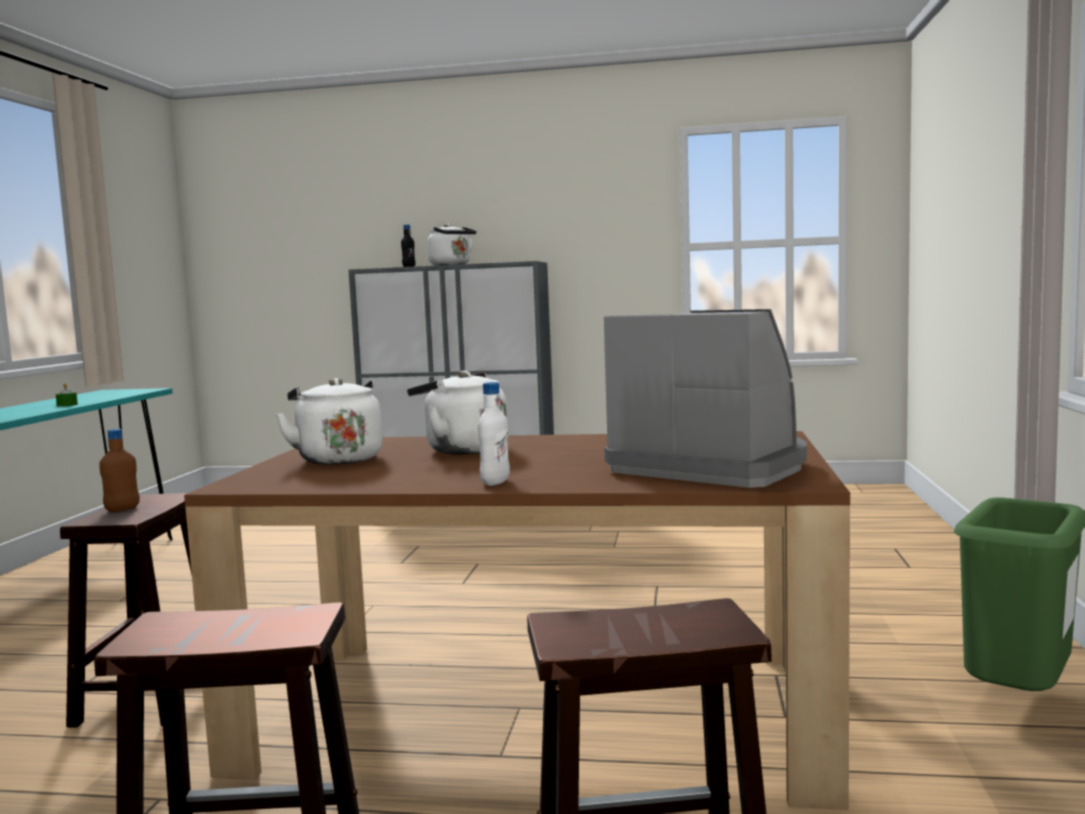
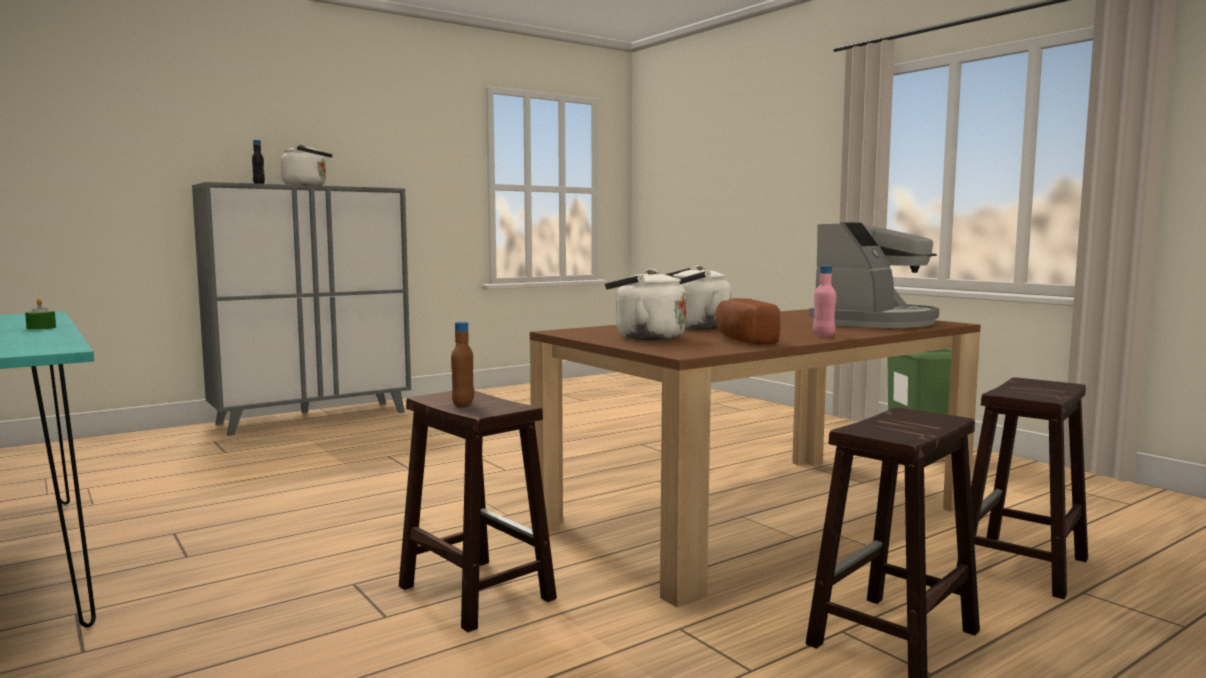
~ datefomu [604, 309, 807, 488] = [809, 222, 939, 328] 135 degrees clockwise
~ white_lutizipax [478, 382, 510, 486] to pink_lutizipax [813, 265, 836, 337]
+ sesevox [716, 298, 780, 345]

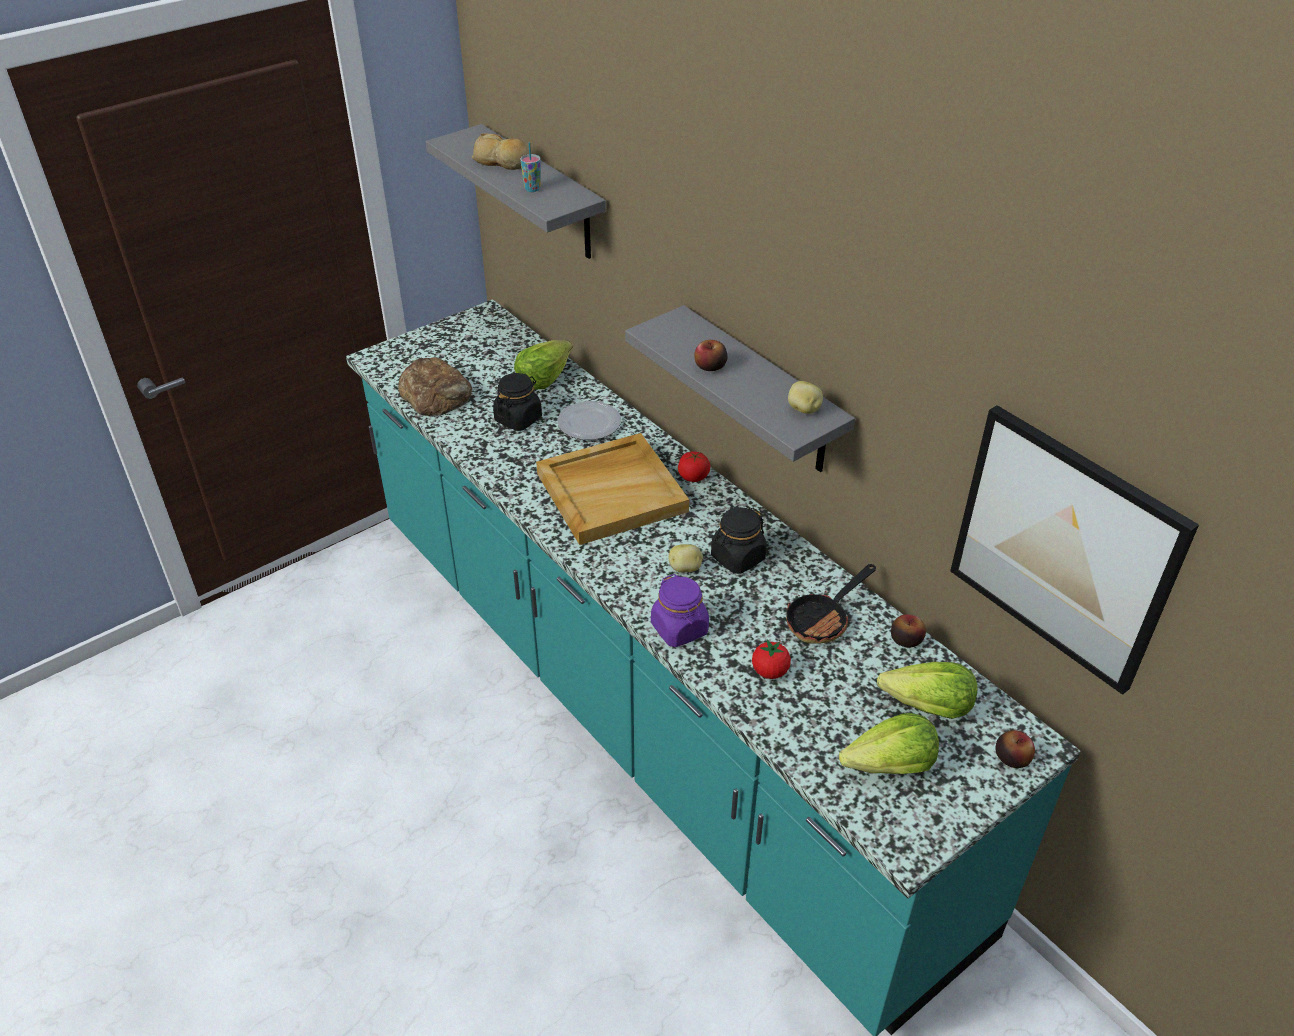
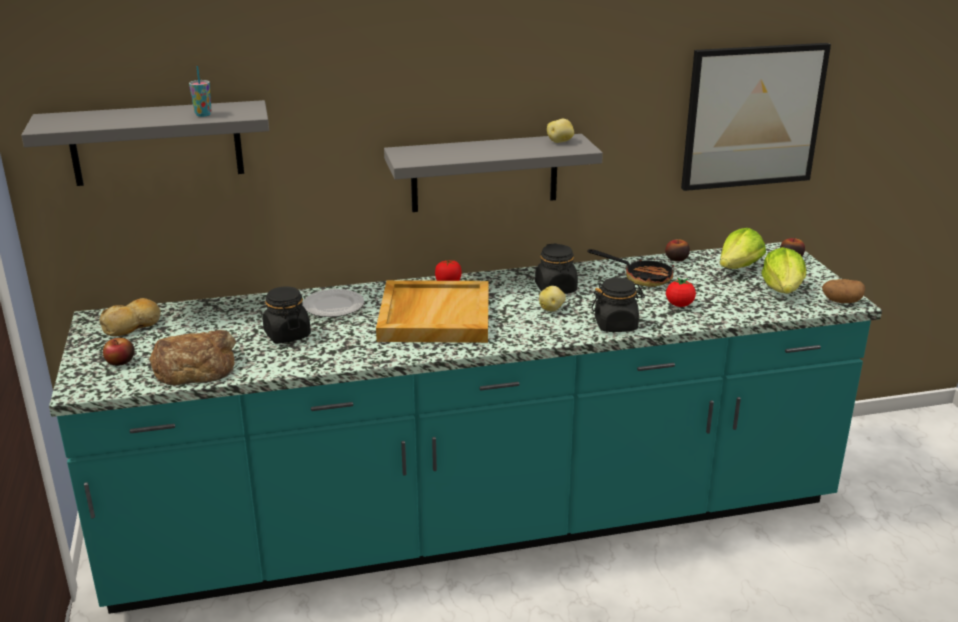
~ sesevox [472, 133, 529, 170] to [100, 298, 161, 336]
- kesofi [514, 340, 573, 390]
~ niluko [694, 340, 728, 371] to [103, 338, 135, 366]
~ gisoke [786, 564, 876, 644] = [587, 249, 674, 287] 45 degrees counterclockwise
~ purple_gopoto [651, 574, 709, 647] to black_gopoto [591, 277, 645, 332]
+ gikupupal [822, 279, 865, 303]

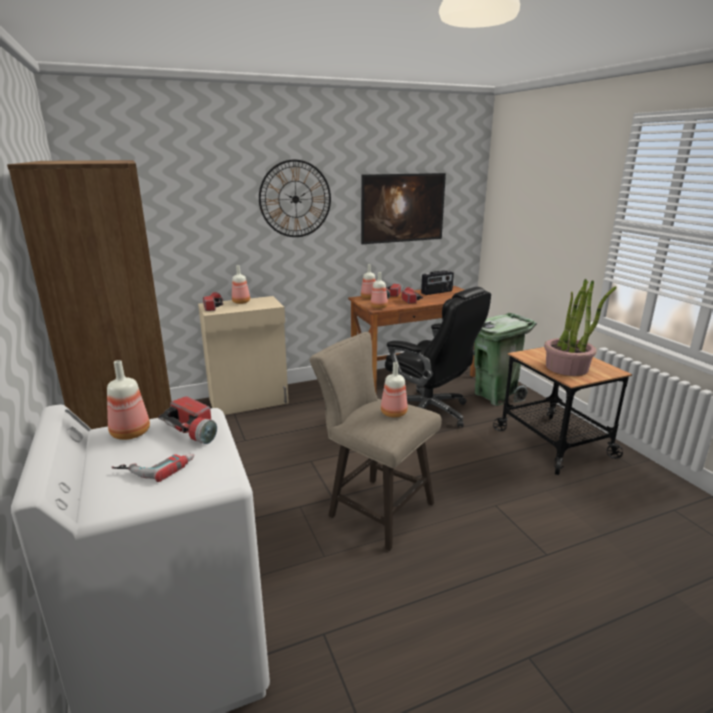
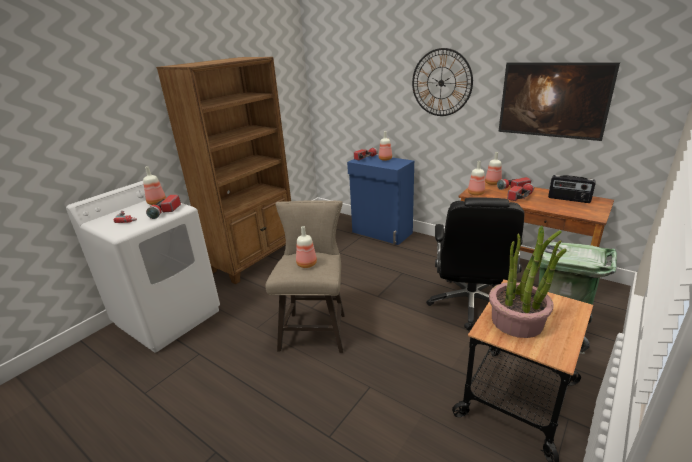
~ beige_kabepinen [198, 296, 289, 415] to blue_kabepinen [347, 155, 414, 245]

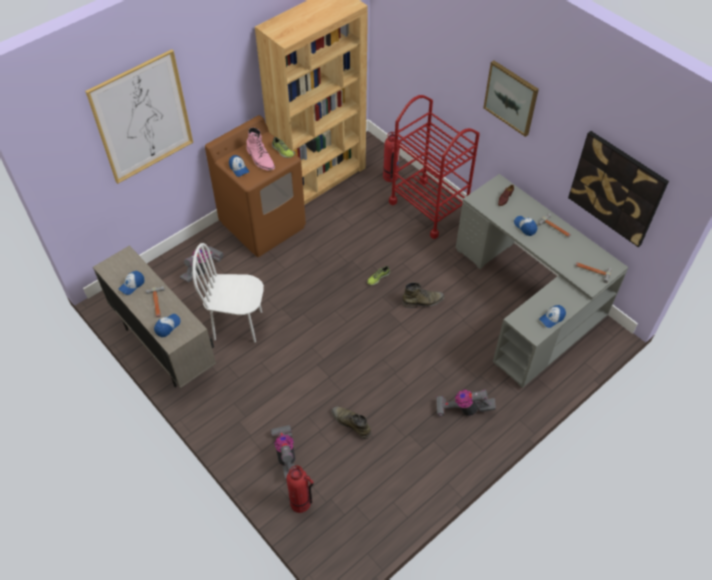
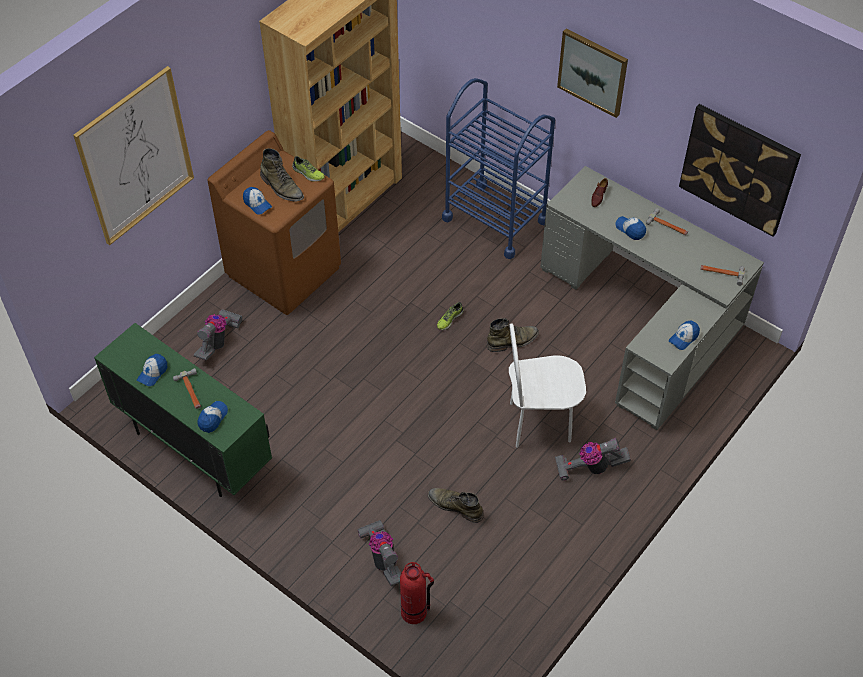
~ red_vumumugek [389, 95, 480, 239] to blue_vumumugek [442, 78, 555, 259]
~ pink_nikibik [246, 127, 275, 171] to green_nikibik [260, 148, 304, 202]
- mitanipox [383, 132, 400, 182]
~ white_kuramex [192, 243, 264, 343] to [509, 323, 586, 448]
~ beige_kabepinen [93, 245, 216, 388] to green_kabepinen [94, 323, 272, 497]

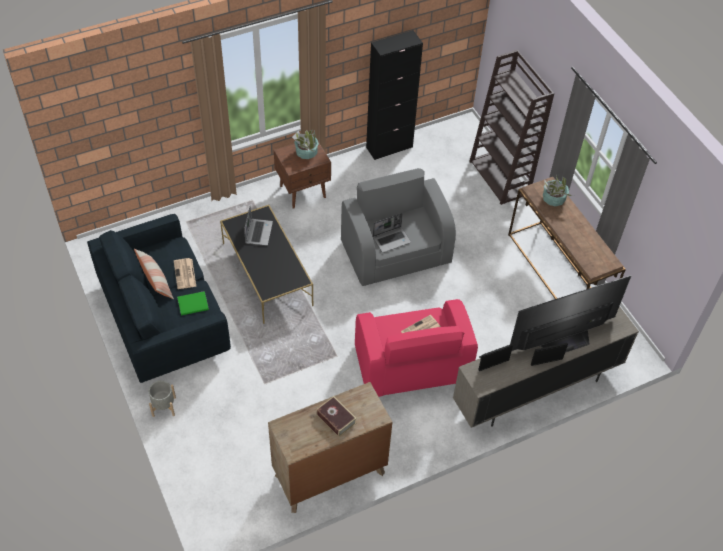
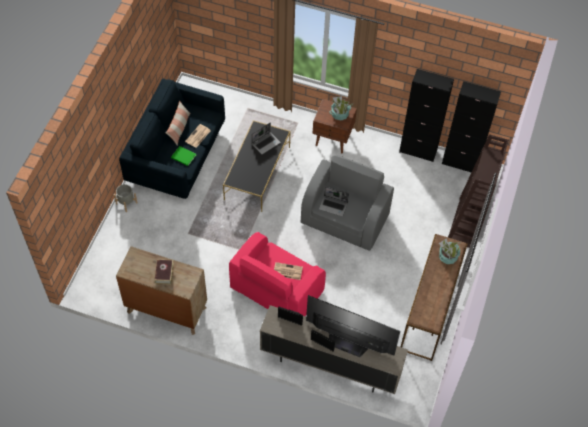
+ black_kabepinen [442, 81, 501, 172]

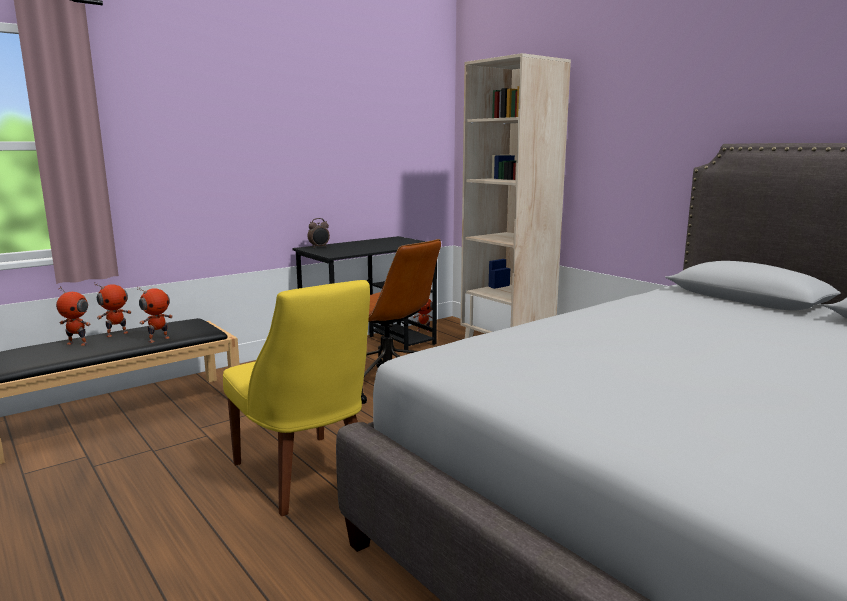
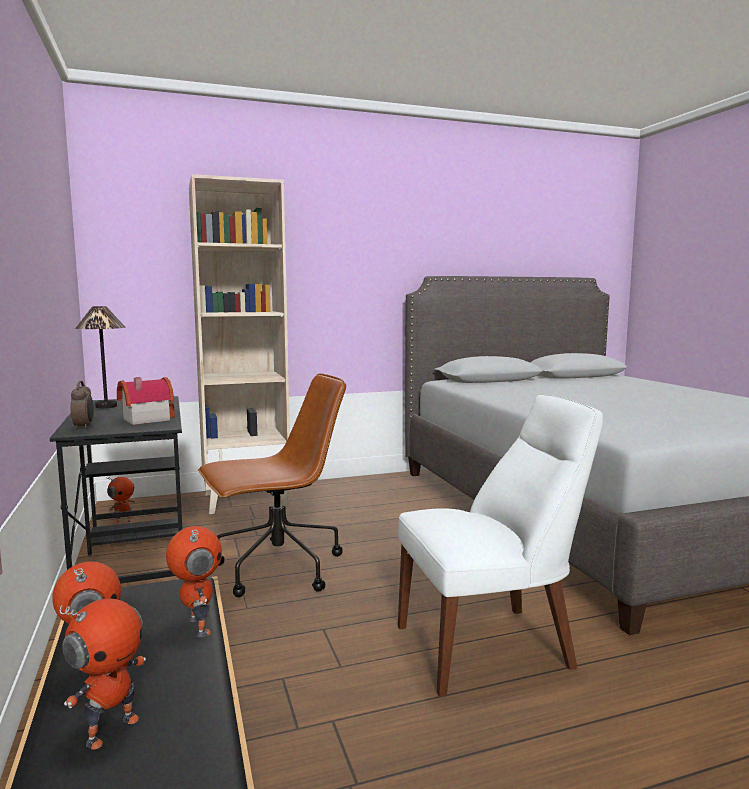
~ yellow_kuramex [223, 280, 370, 516] to white_kuramex [398, 394, 603, 697]
+ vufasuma [75, 306, 126, 408]
+ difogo [117, 377, 175, 425]

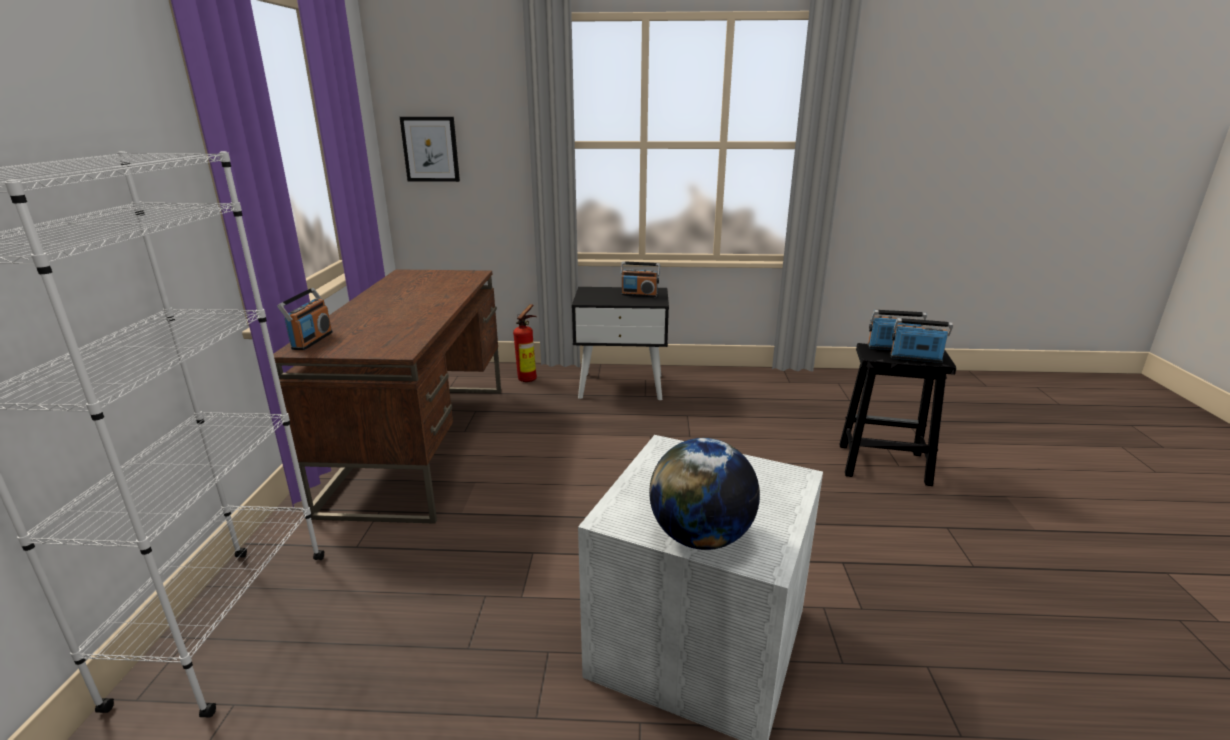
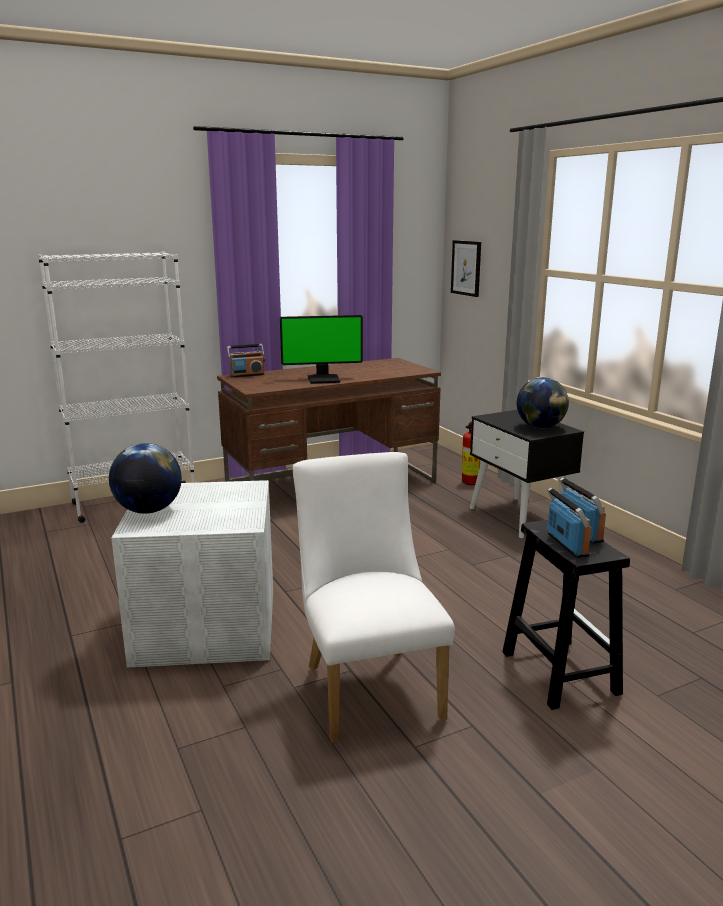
~ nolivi [620, 261, 660, 297] to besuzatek [517, 377, 569, 428]
+ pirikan [280, 315, 363, 384]
+ white_kuramex [293, 452, 455, 743]

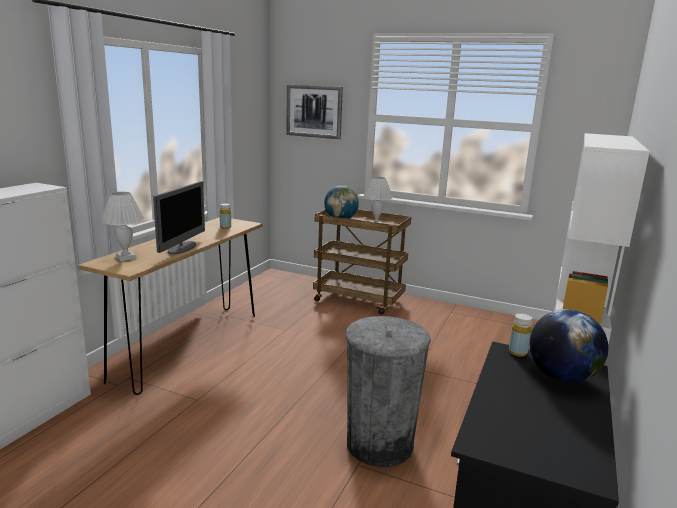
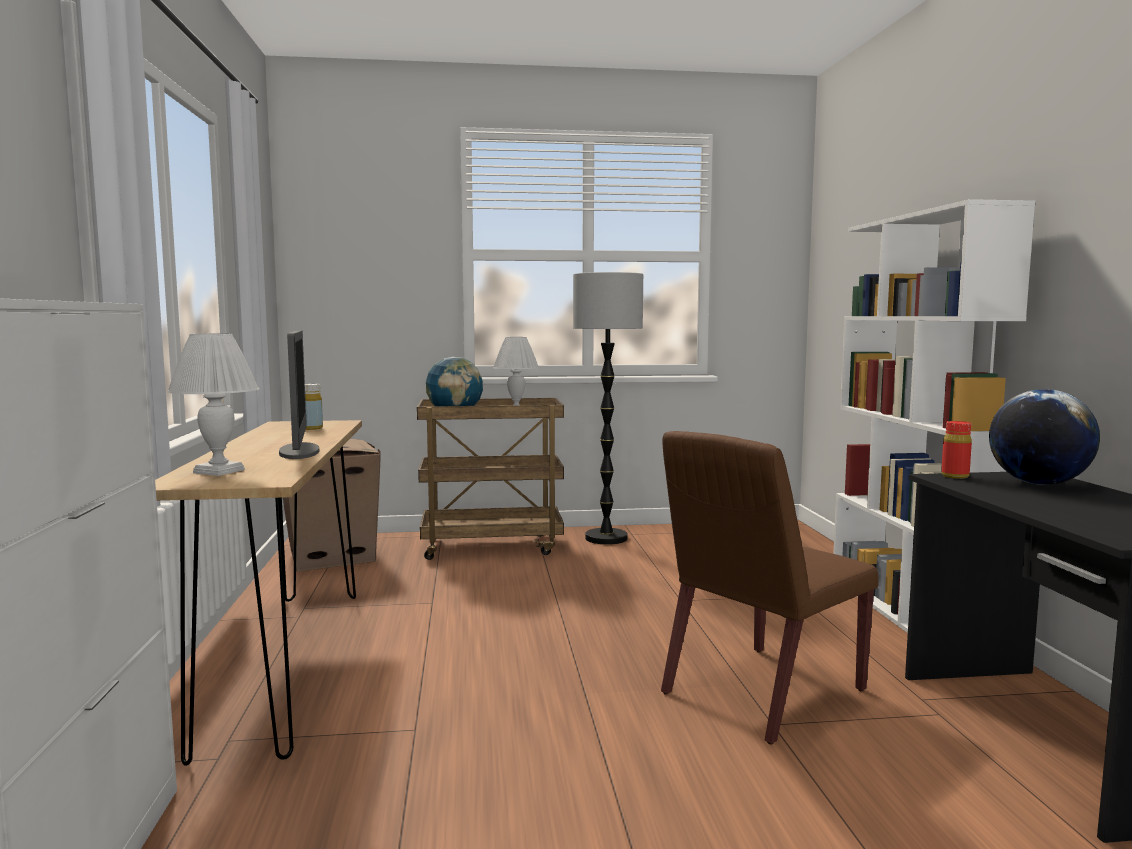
- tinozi [286, 85, 343, 139]
~ yellow_lutizipax [509, 313, 532, 357] to red_lutizipax [941, 421, 972, 479]
~ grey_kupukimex [346, 316, 431, 467] to brown_kuramex [661, 431, 879, 744]
+ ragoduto [573, 272, 643, 544]
+ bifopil [283, 439, 381, 572]

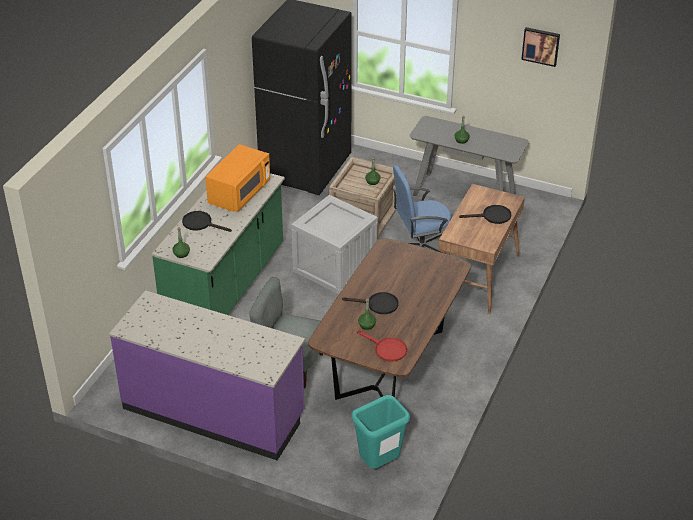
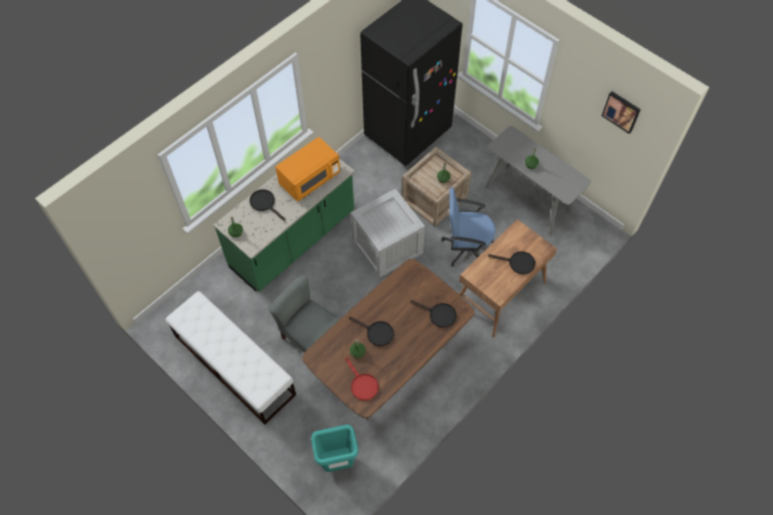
~ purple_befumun [109, 290, 305, 461] to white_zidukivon [166, 291, 296, 424]
+ black_gisoke [410, 300, 456, 328]

